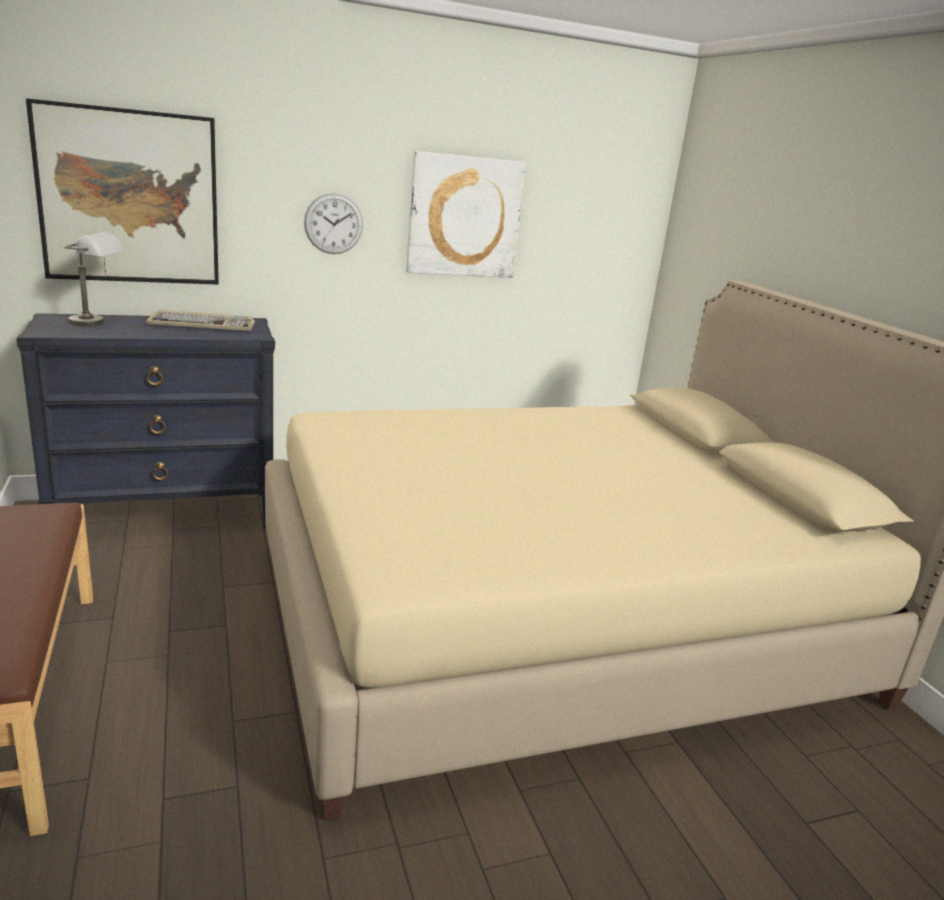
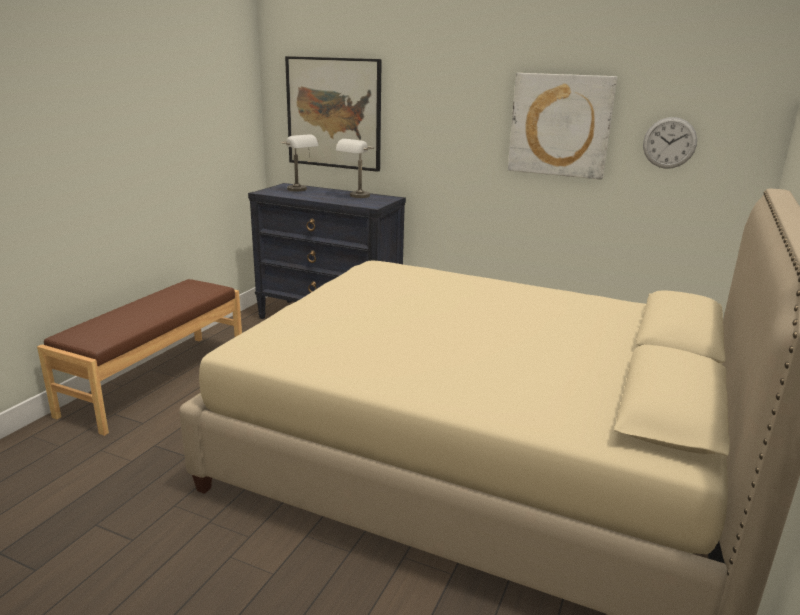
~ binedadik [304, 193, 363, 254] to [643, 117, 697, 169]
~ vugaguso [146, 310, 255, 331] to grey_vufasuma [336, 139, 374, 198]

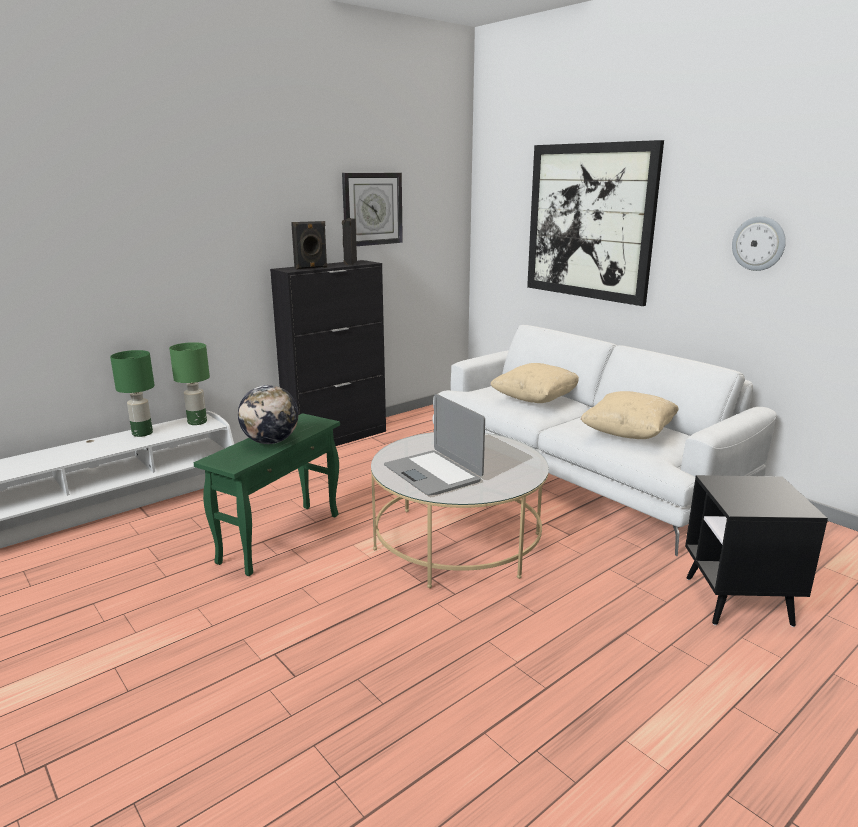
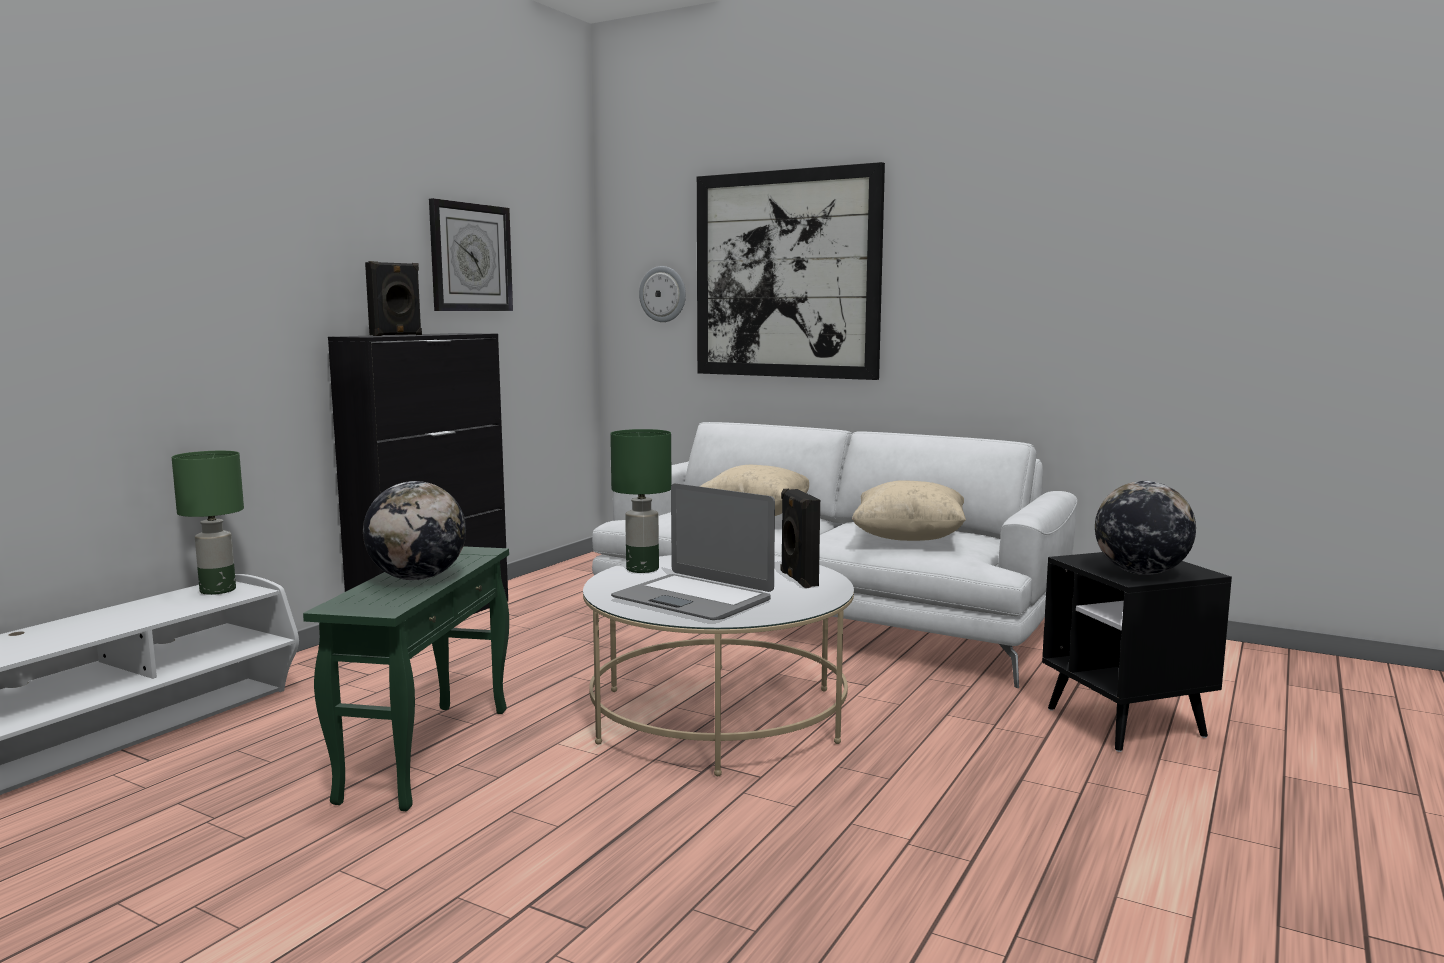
~ binedadik [732, 216, 786, 271] to [639, 266, 686, 322]
~ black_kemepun [342, 218, 357, 265] to [781, 489, 820, 588]
~ green_vufasuma [110, 350, 155, 437] to [610, 429, 672, 573]
+ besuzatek [1095, 481, 1196, 575]

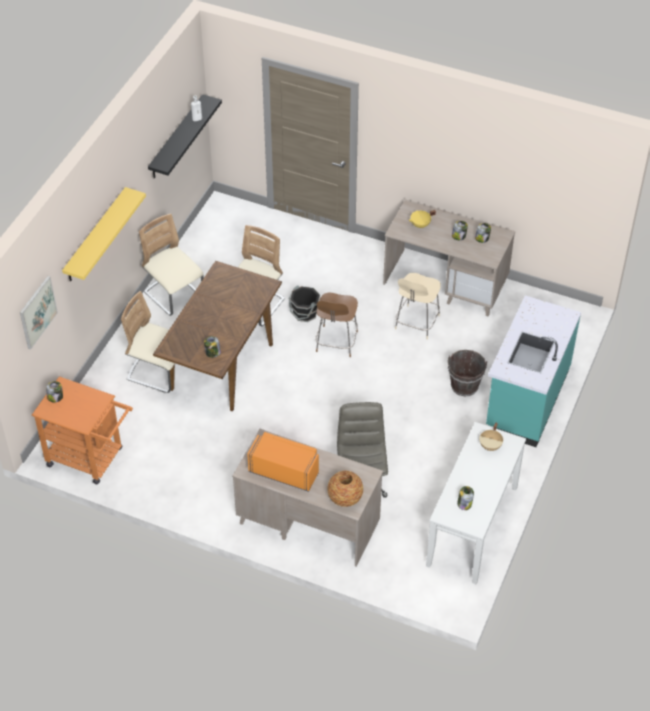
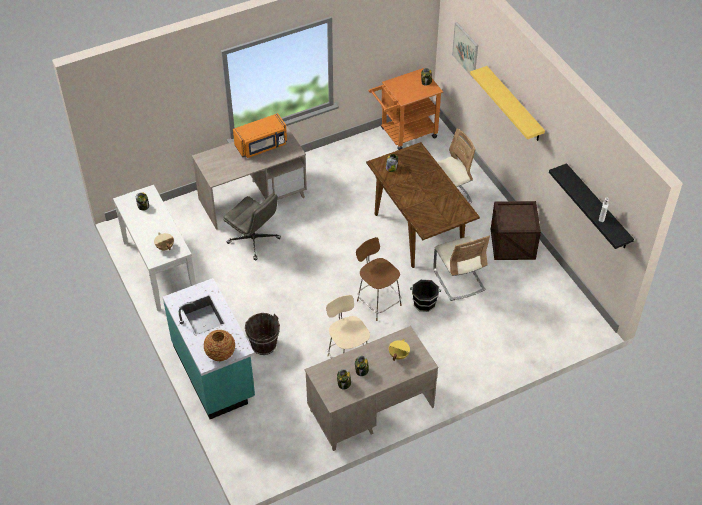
~ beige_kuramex [139, 213, 204, 316] to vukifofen [491, 201, 541, 260]
~ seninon [327, 470, 364, 507] to [203, 330, 235, 361]

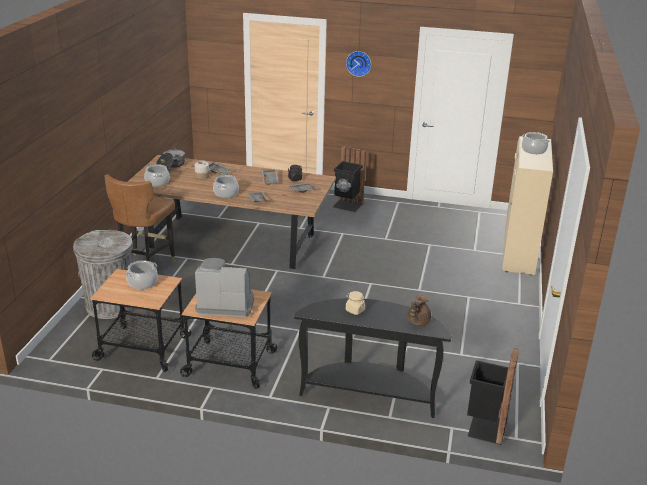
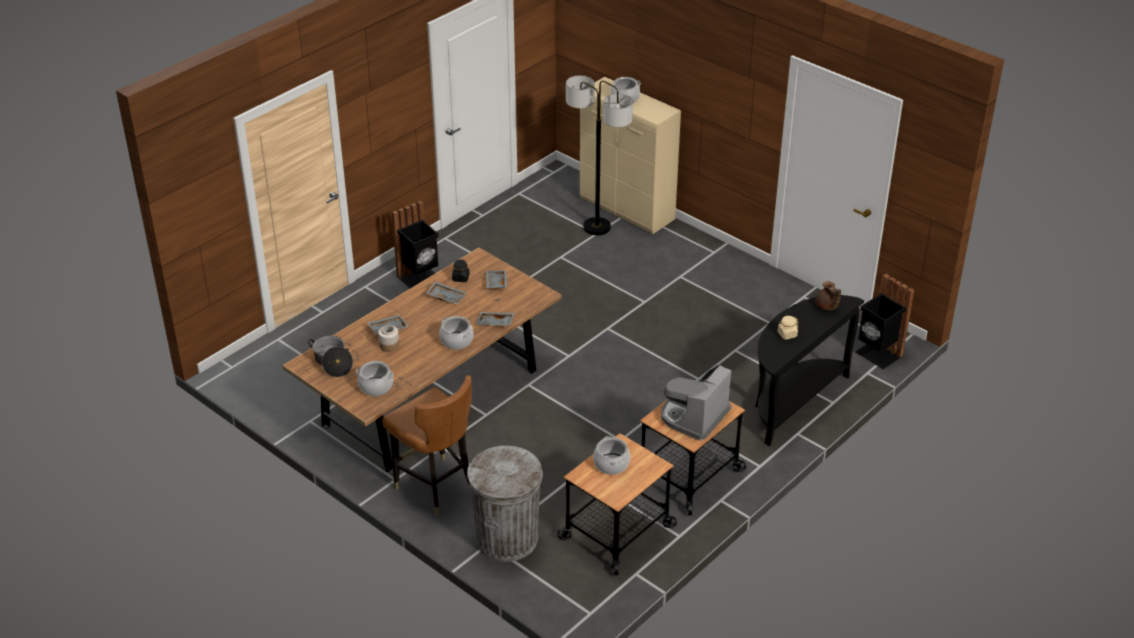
- binedadik [346, 51, 371, 77]
+ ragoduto [566, 75, 633, 235]

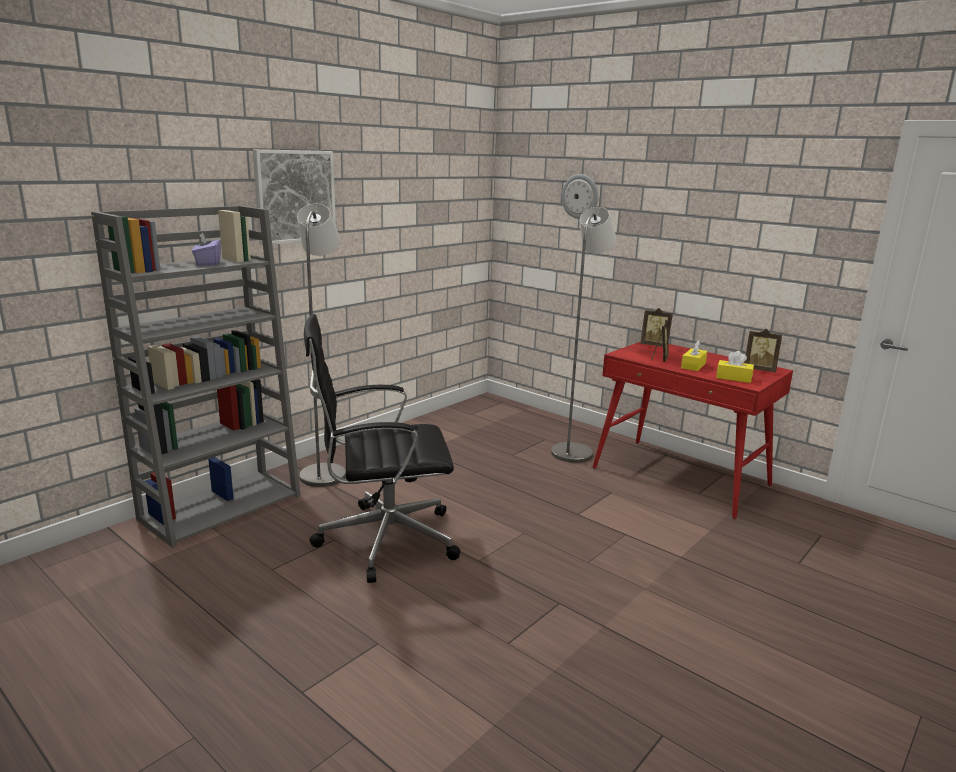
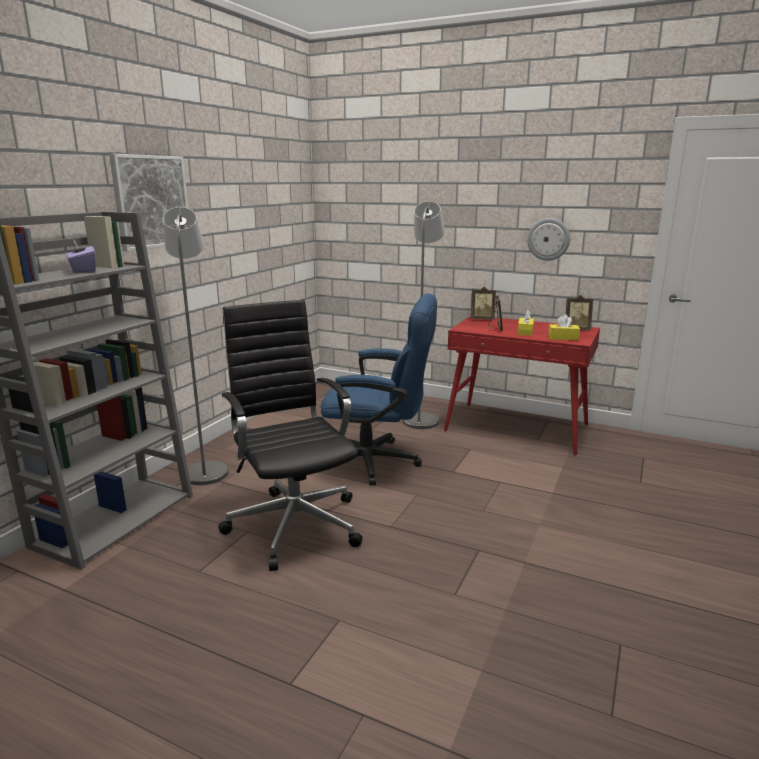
~ binedadik [562, 174, 598, 219] to [527, 218, 570, 261]
~ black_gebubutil [304, 314, 460, 583] = [218, 300, 363, 571] 90 degrees clockwise
+ blue_gebubutil [321, 293, 437, 486]

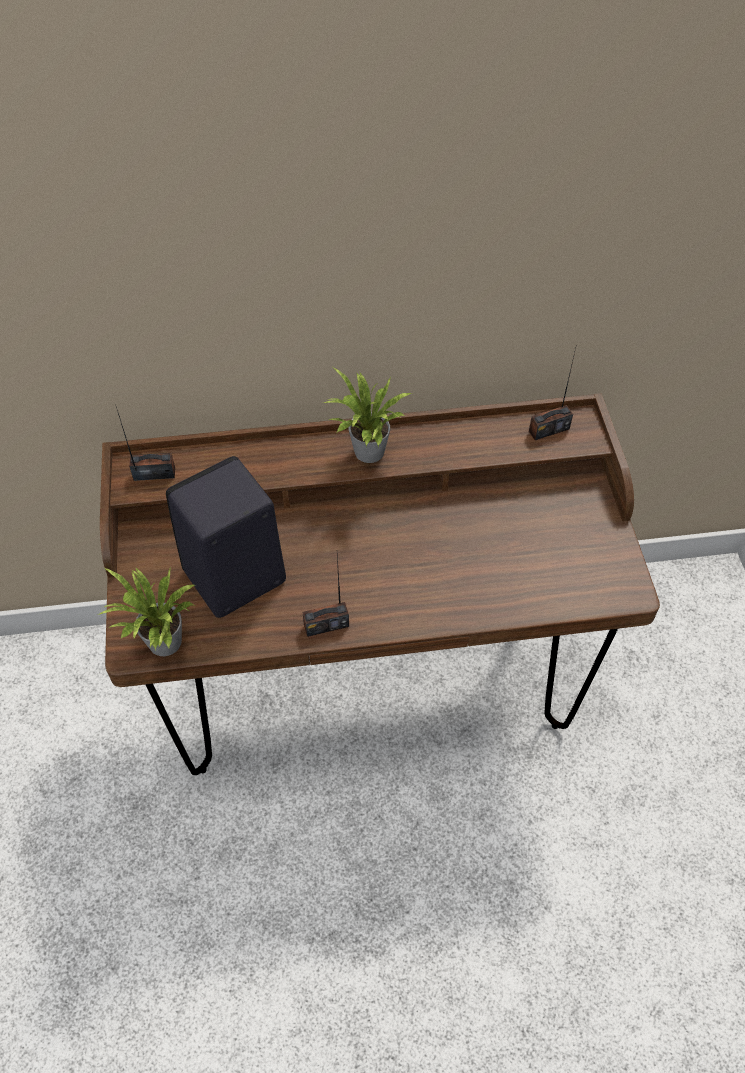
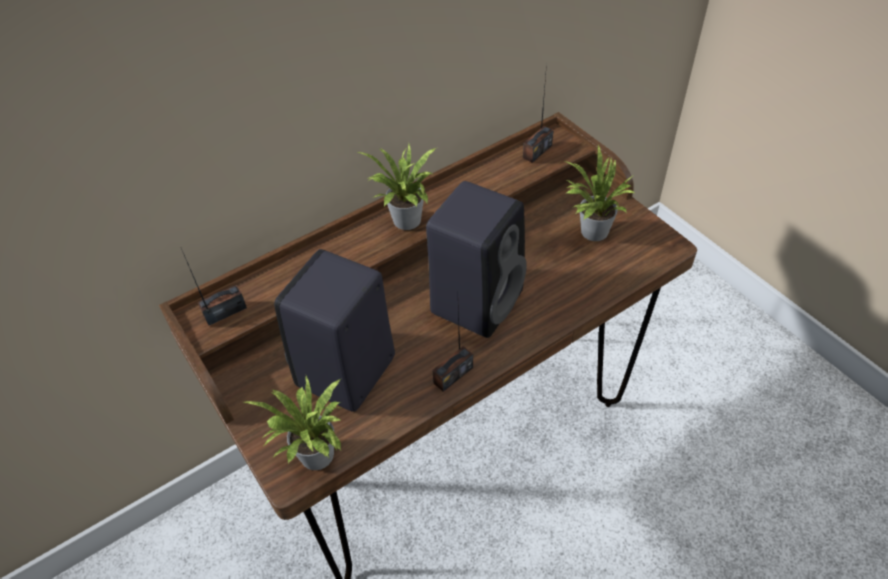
+ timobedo [565, 145, 635, 241]
+ black_kemepun [426, 181, 527, 338]

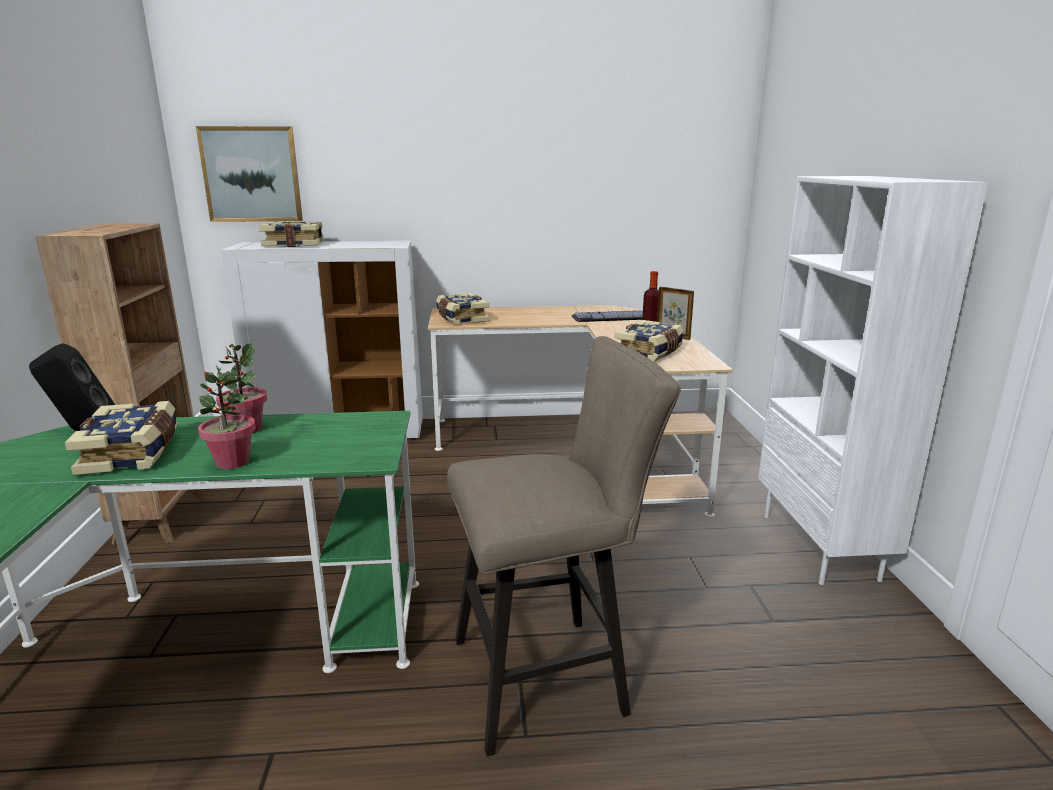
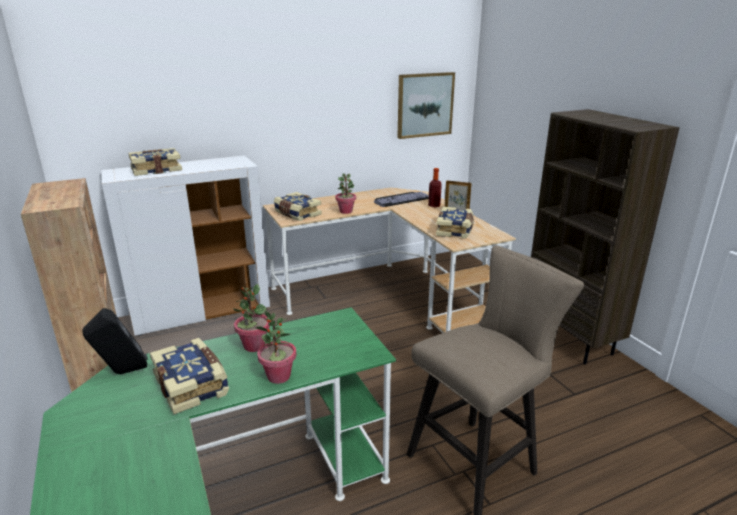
~ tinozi [196, 126, 303, 222] to [397, 72, 455, 139]
~ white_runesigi [758, 176, 988, 585] to brown_runesigi [531, 109, 680, 365]
+ timobedo [335, 174, 356, 214]

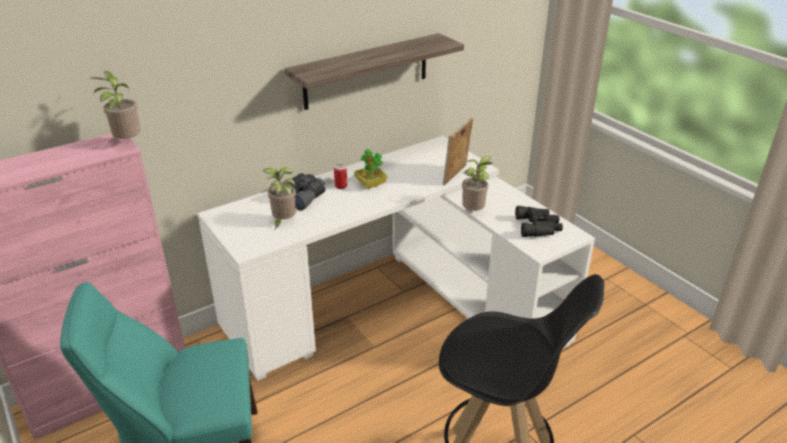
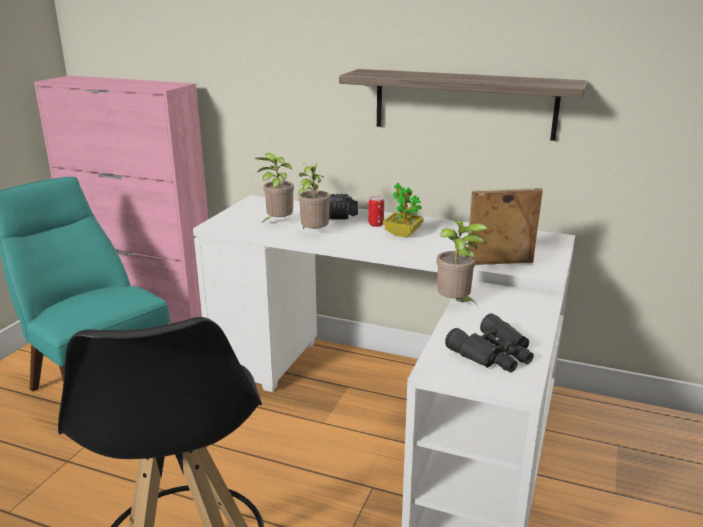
~ timobedo [91, 71, 141, 142] to [297, 161, 330, 229]

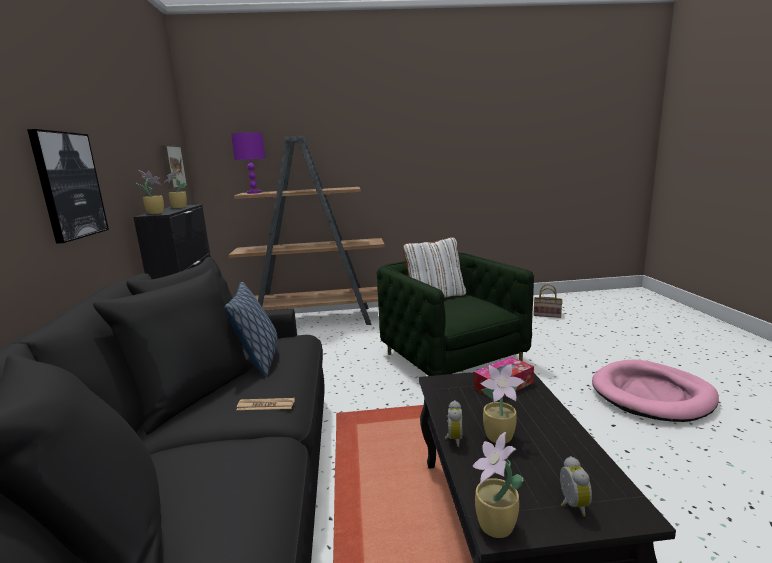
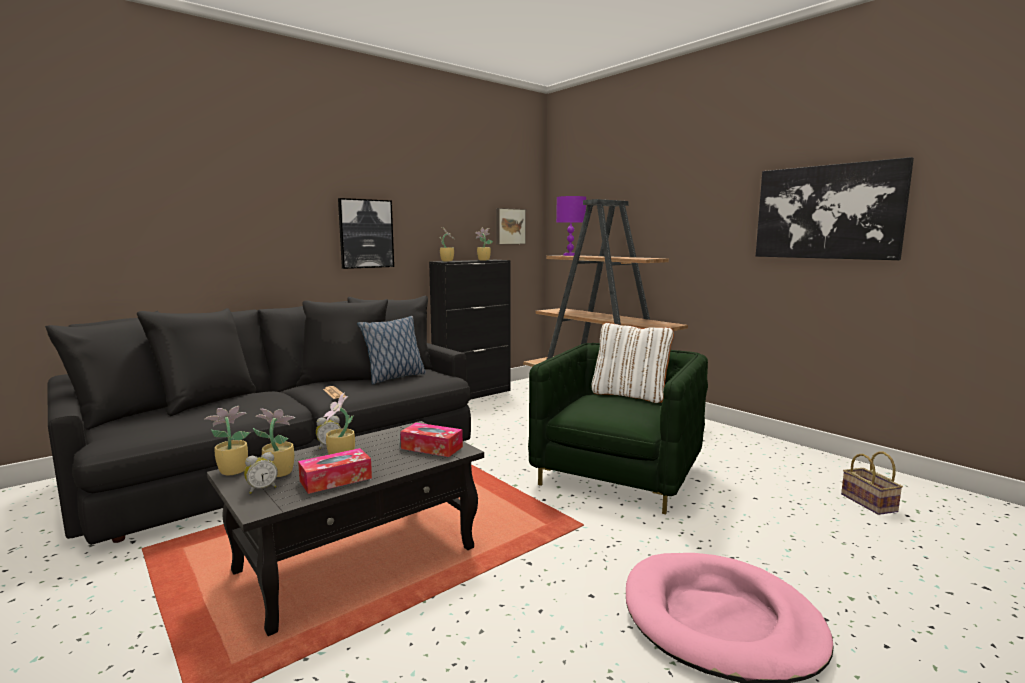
+ tinozi [756, 157, 914, 260]
+ timobedo [253, 409, 295, 477]
+ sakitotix [298, 448, 372, 494]

